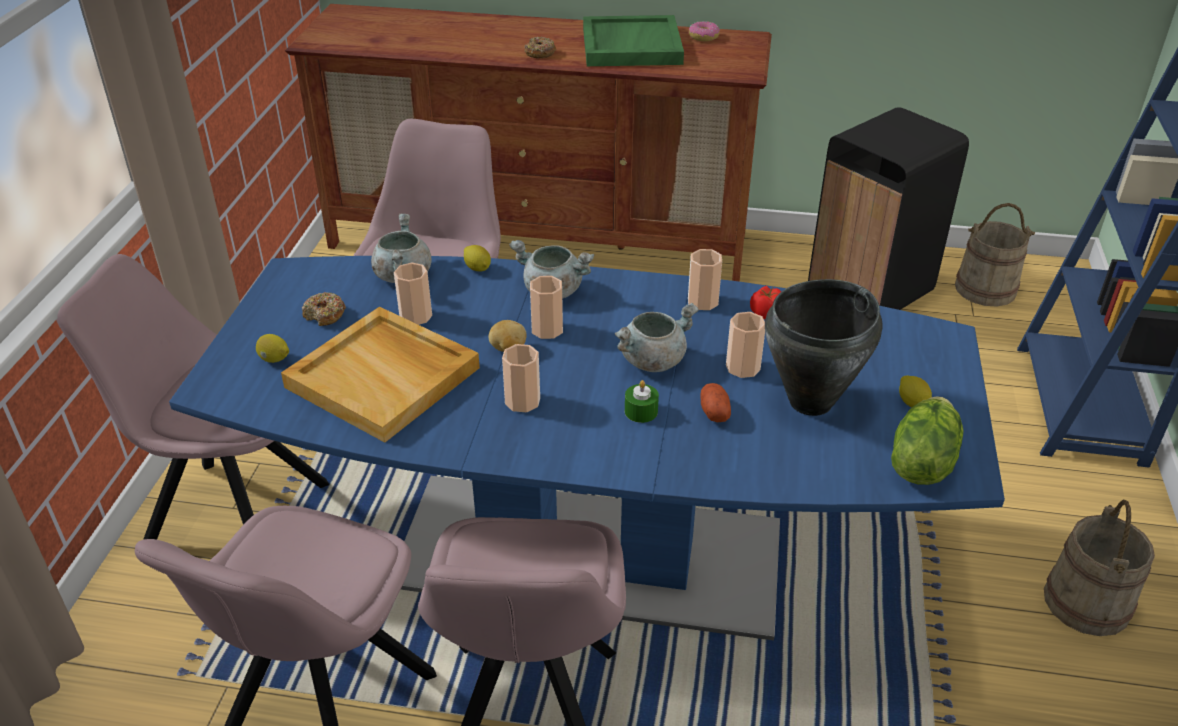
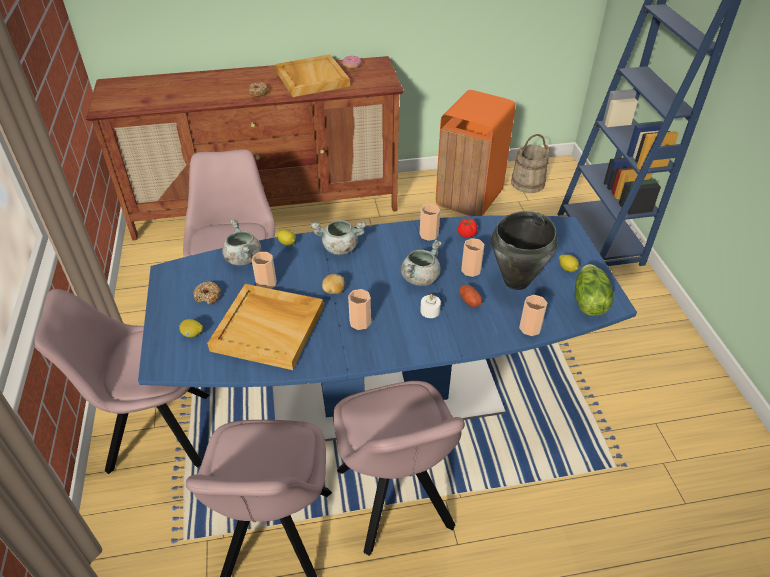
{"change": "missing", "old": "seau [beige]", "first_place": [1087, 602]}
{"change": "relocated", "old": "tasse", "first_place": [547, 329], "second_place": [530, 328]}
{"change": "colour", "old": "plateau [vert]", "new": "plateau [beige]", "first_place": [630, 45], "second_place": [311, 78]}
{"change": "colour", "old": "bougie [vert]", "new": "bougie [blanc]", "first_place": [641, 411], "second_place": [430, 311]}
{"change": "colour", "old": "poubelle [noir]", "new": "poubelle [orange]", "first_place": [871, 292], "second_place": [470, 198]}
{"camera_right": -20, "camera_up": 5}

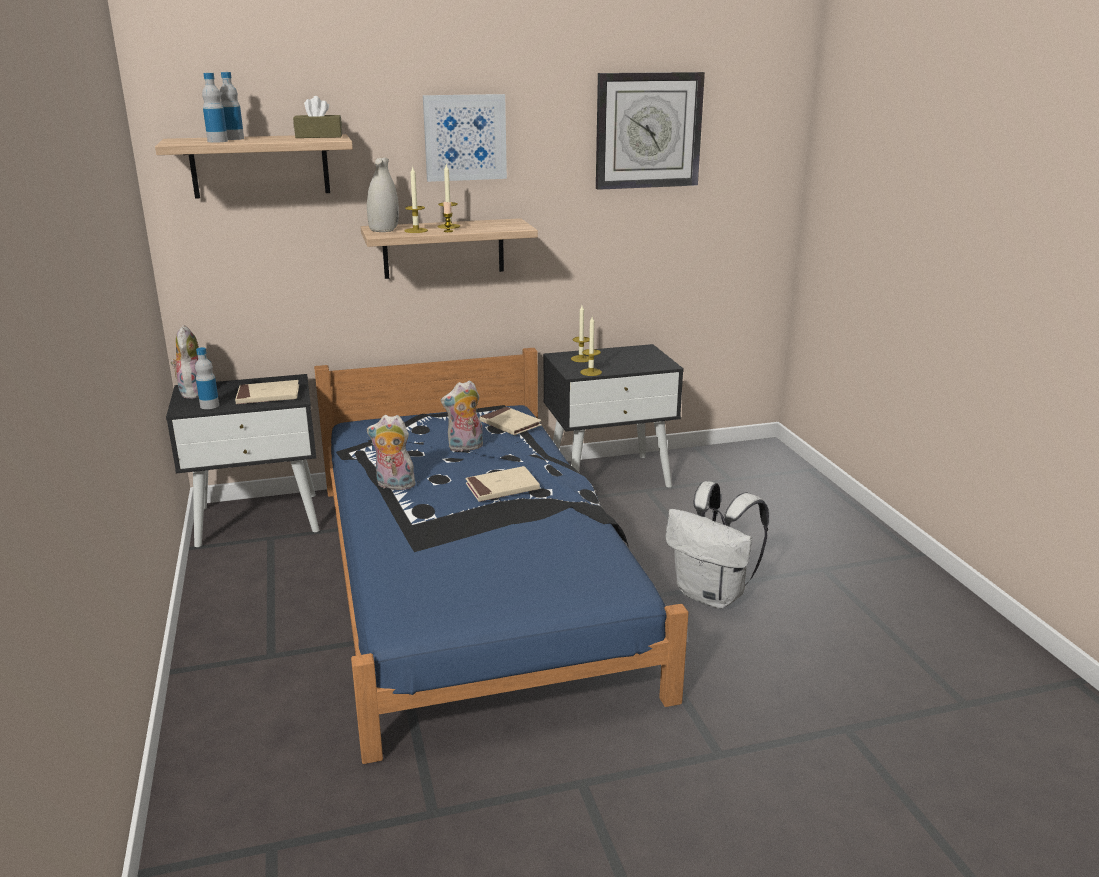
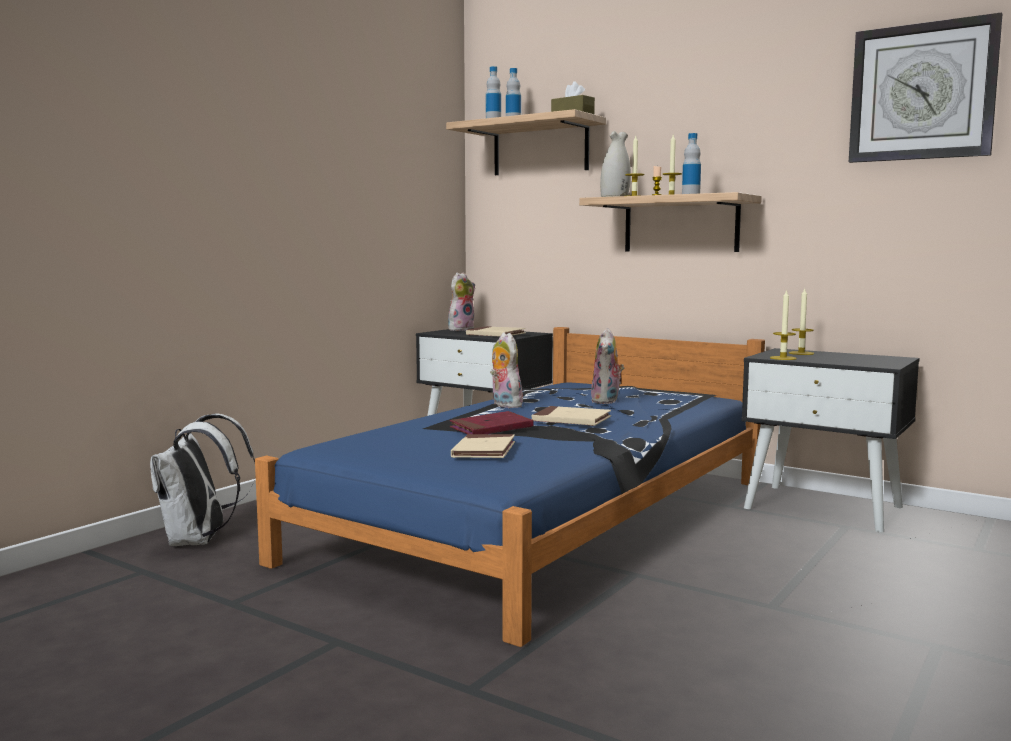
{"change": "missing", "old": "tableau", "first_place": [465, 137]}
{"change": "appeared", "new": "livre [rouge]", "second_place": [491, 428]}
{"change": "relocated", "old": "bouteille", "first_place": [209, 406], "second_place": [691, 194]}
{"change": "relocated", "old": "livre [beige]", "first_place": [510, 424], "second_place": [484, 451]}
{"change": "relocated", "old": "sac à dos [blanc]", "first_place": [712, 595], "second_place": [200, 541]}
{"change": "spun", "old": "peluche", "first_place": [465, 448], "second_place": [607, 401], "degrees": -105}
{"camera_right": 50, "camera_up": -15}

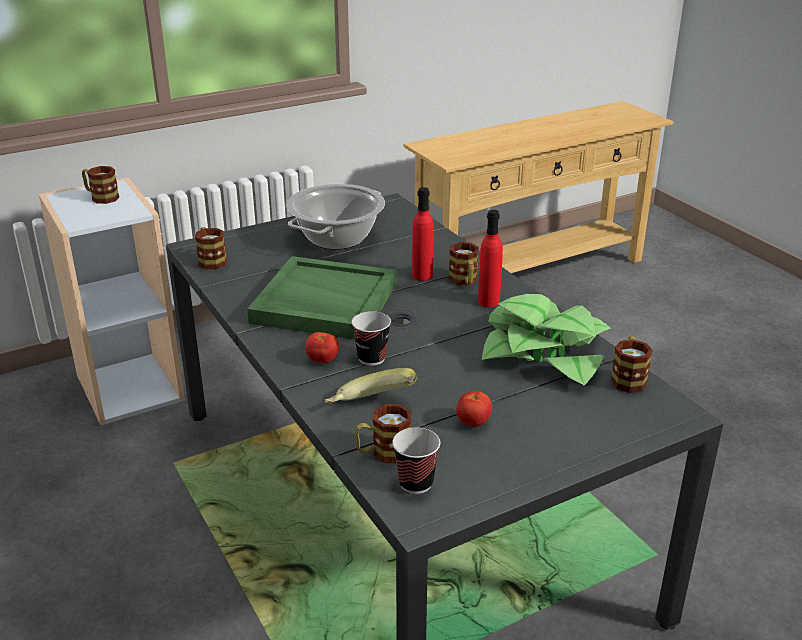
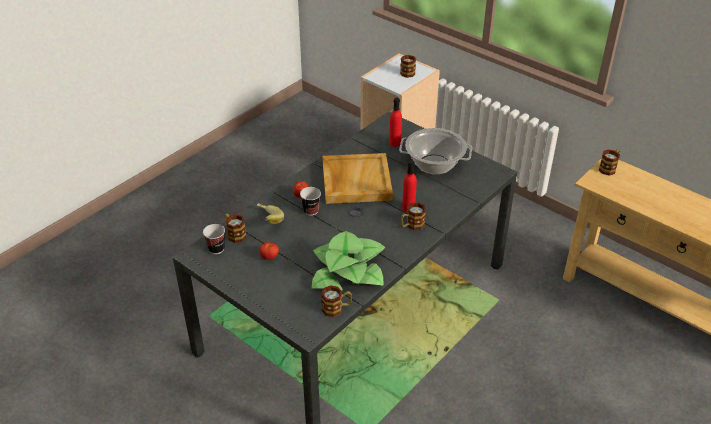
{"change": "relocated", "old": "mug", "first_place": [211, 260], "second_place": [609, 168]}
{"change": "relocated", "old": "bouteille [rouge]", "first_place": [488, 301], "second_place": [395, 143]}
{"change": "colour", "old": "plateau [vert]", "new": "plateau [beige]", "first_place": [323, 303], "second_place": [355, 180]}
{"camera_right": 70, "camera_up": 10}

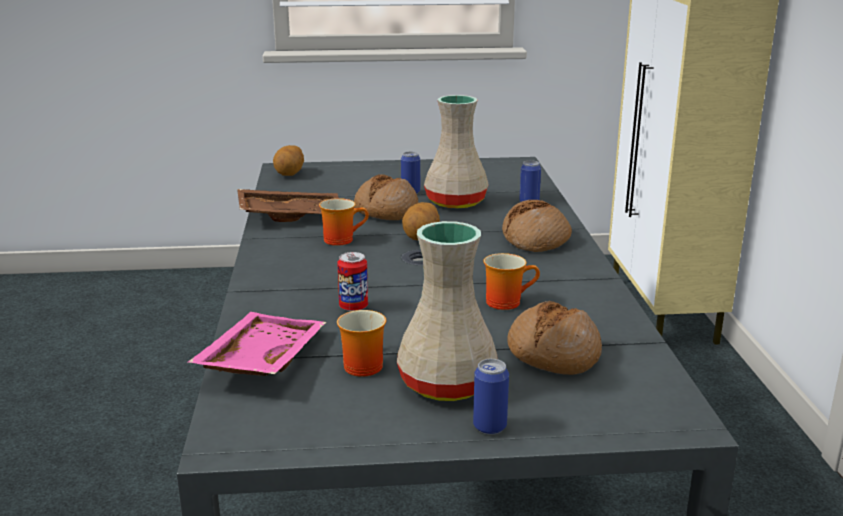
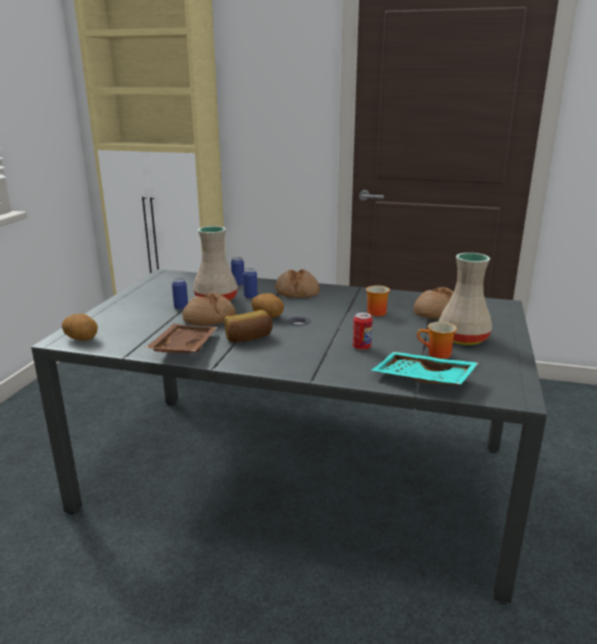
{"change": "relocated", "old": "boîte métallique", "first_place": [489, 426], "second_place": [250, 296]}
{"change": "exchanged", "old": "mug", "new": "pain", "first_place": [341, 239], "second_place": [248, 337]}
{"change": "colour", "old": "plateau [rose]", "new": "plateau [turquoise]", "first_place": [260, 360], "second_place": [422, 380]}
{"camera_right": -70, "camera_up": 0}

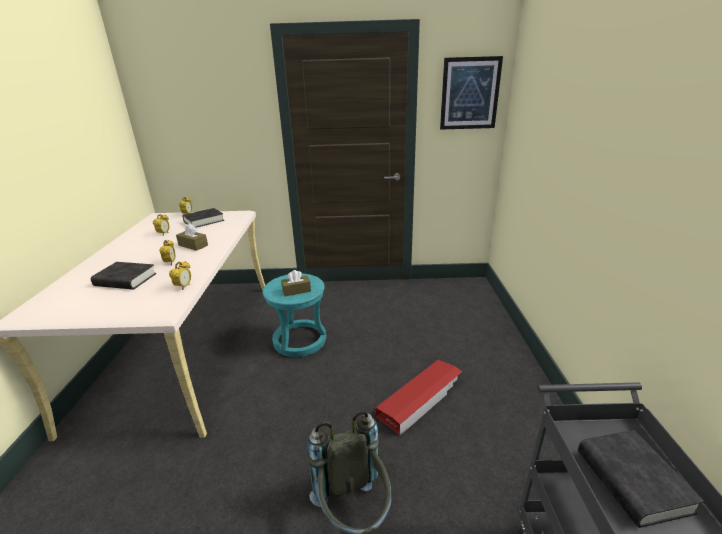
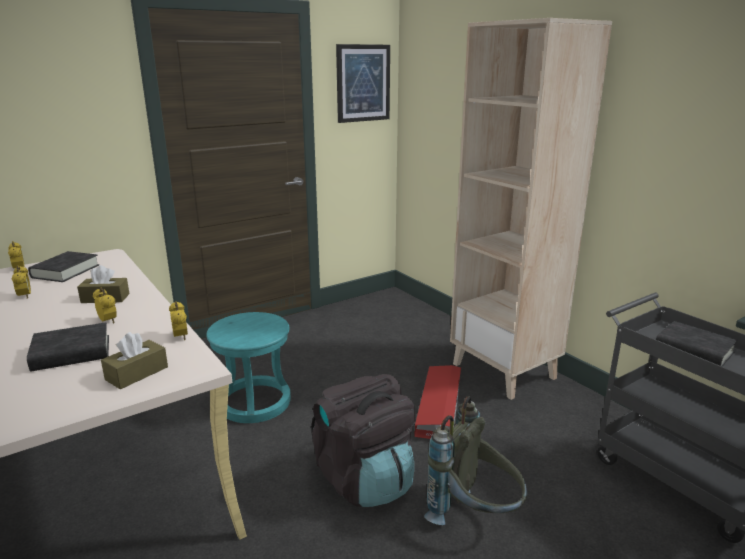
{"change": "appeared", "new": "sac à dos [noir]", "second_place": [364, 479]}
{"change": "appeared", "new": "bibliothèque [beige]", "second_place": [505, 371]}
{"change": "relocated", "old": "boîte à mouchoirs [marron]", "first_place": [296, 290], "second_place": [137, 373]}
{"camera_right": -35, "camera_up": -5}

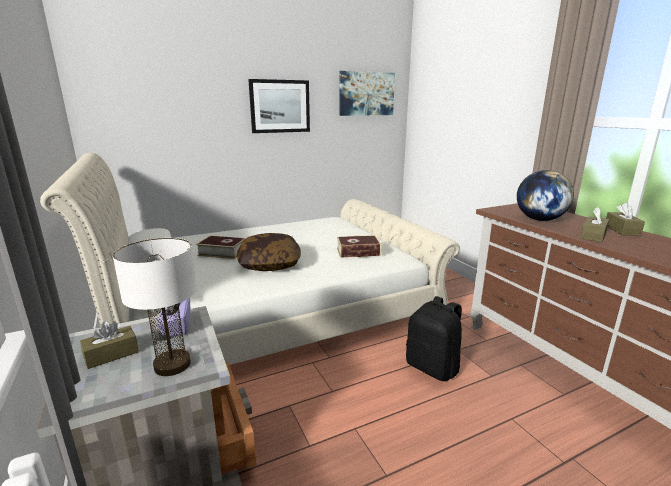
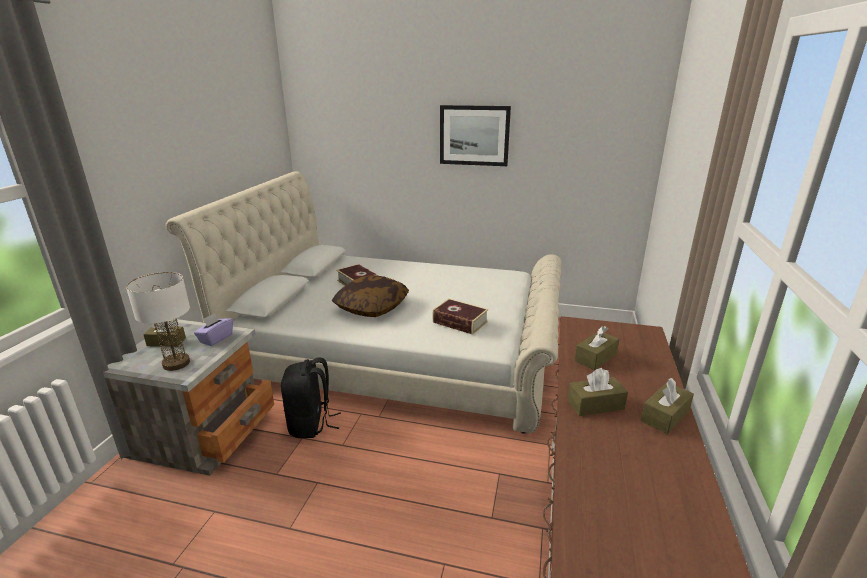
{"change": "missing", "old": "tableau", "first_place": [366, 94]}
{"change": "relocated", "old": "sac à dos [noir]", "first_place": [433, 367], "second_place": [311, 424]}
{"change": "exchanged", "old": "globe", "new": "boîte à mouchoirs [marron]", "first_place": [539, 219], "second_place": [595, 357]}
{"camera_right": 40, "camera_up": 5}

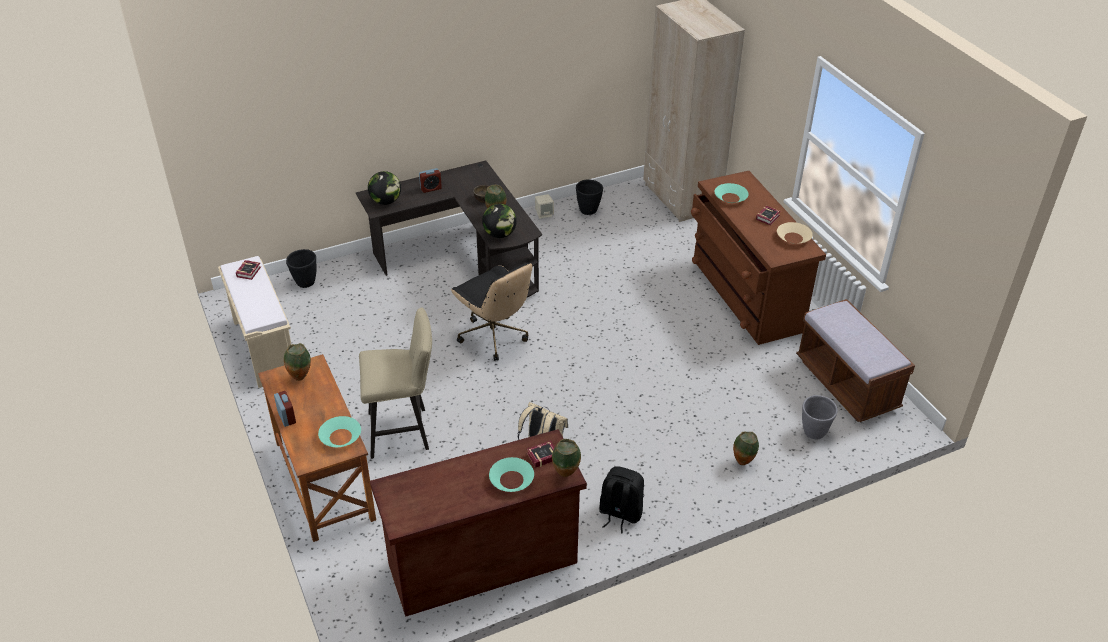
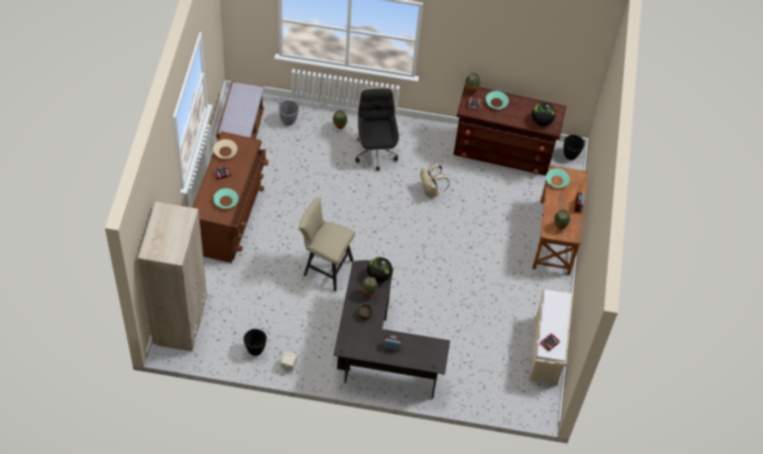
{"change": "missing", "old": "sac à dos [noir]", "first_place": [619, 514]}
{"change": "relocated", "old": "cache-pot [noir]", "first_place": [305, 283], "second_place": [570, 155]}
{"change": "relocated", "old": "tabouret [beige]", "first_place": [404, 431], "second_place": [325, 267]}
{"change": "relocated", "old": "globe", "first_place": [386, 201], "second_place": [541, 121]}
{"change": "relocated", "old": "chaise de bureau [noir]", "first_place": [494, 339], "second_place": [375, 151]}
{"camera_right": -150, "camera_up": 15}

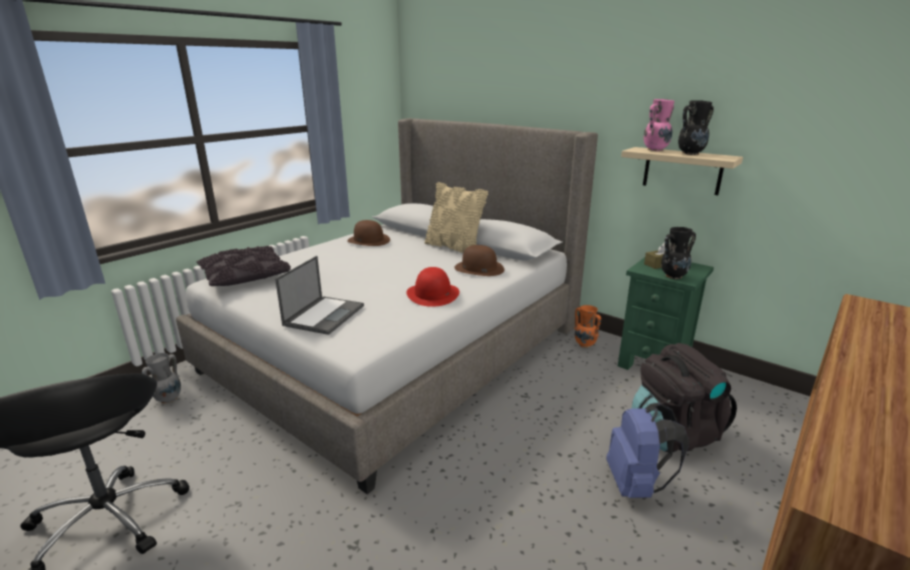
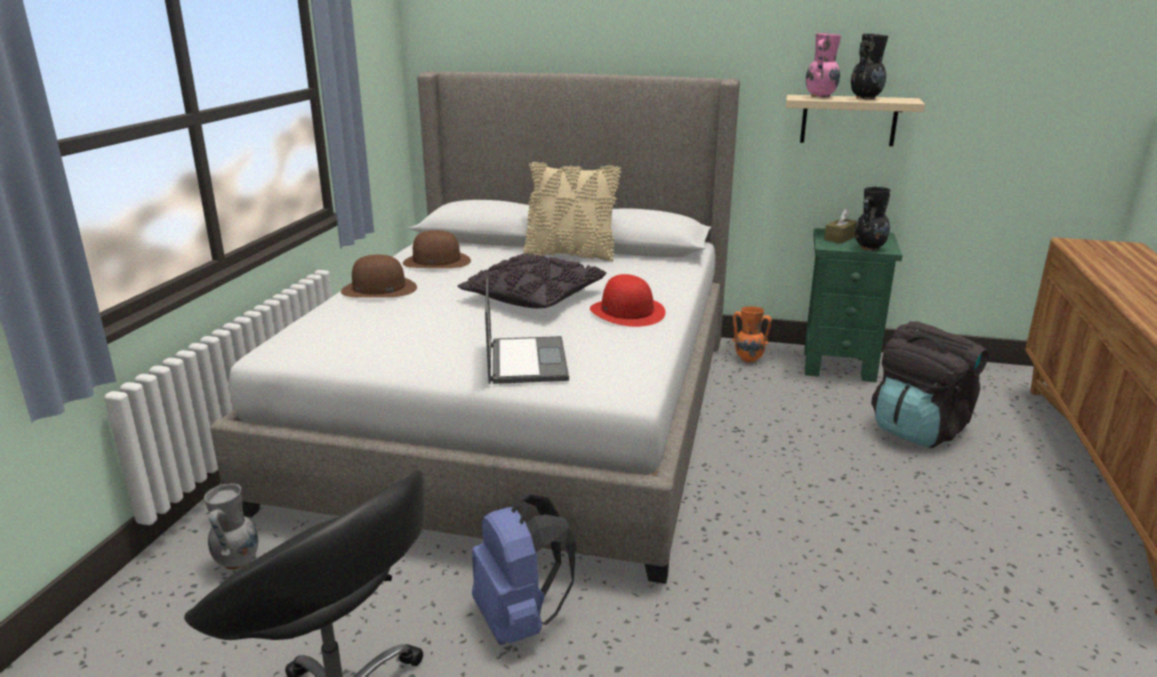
{"change": "relocated", "old": "coussin [noir]", "first_place": [245, 276], "second_place": [534, 297]}
{"change": "relocated", "old": "chapeau [marron]", "first_place": [479, 268], "second_place": [378, 289]}
{"change": "relocated", "old": "sac à dos [bleu]", "first_place": [636, 484], "second_place": [520, 621]}
{"camera_right": -25, "camera_up": 0}

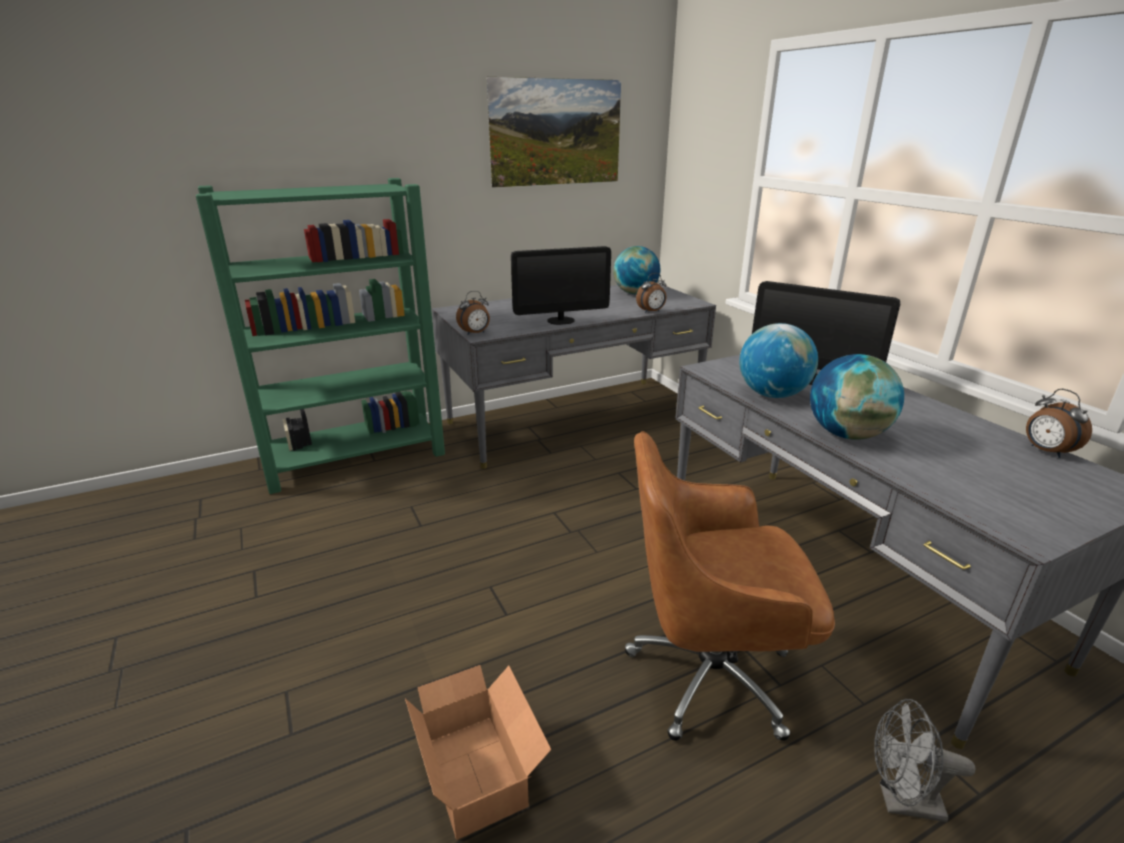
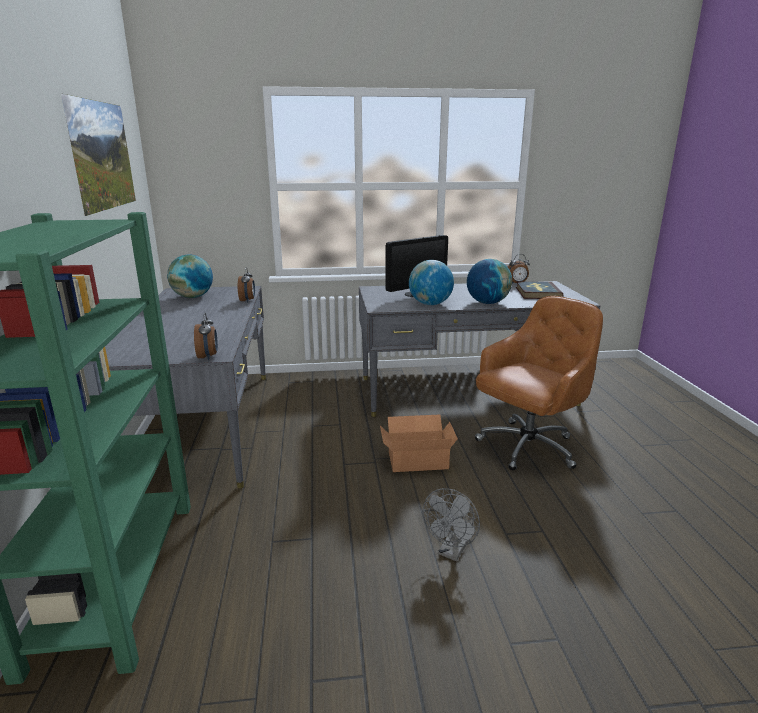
{"change": "missing", "old": "écran d'ordinateur", "first_place": [561, 320]}
{"change": "appeared", "new": "livre", "second_place": [537, 293]}
{"change": "relocated", "old": "carton", "first_place": [478, 769], "second_place": [416, 459]}
{"change": "relocated", "old": "ventilateur [gris]", "first_place": [901, 802], "second_place": [451, 552]}
{"change": "spun", "old": "chaise de bureau [marron]", "first_place": [709, 673], "second_place": [528, 447], "degrees": -150}
{"camera_right": -70, "camera_up": -5}

